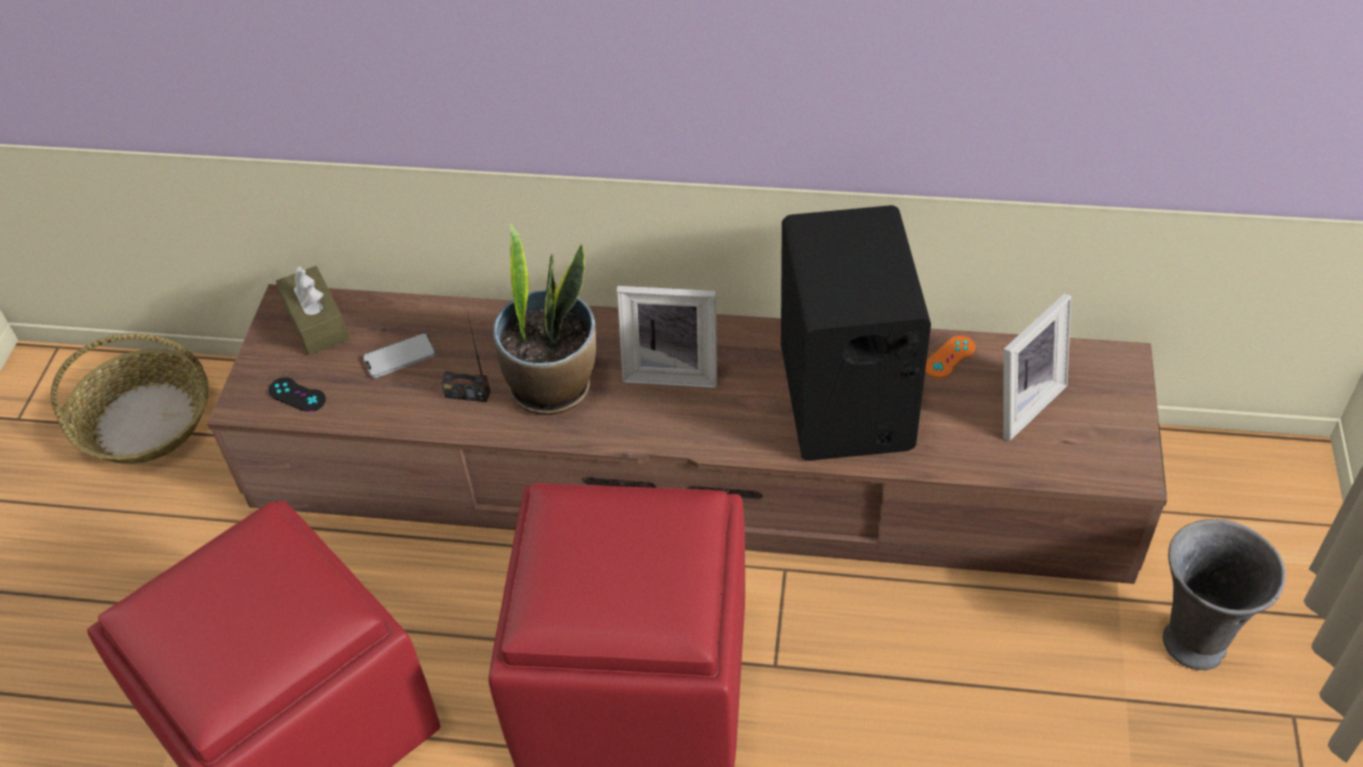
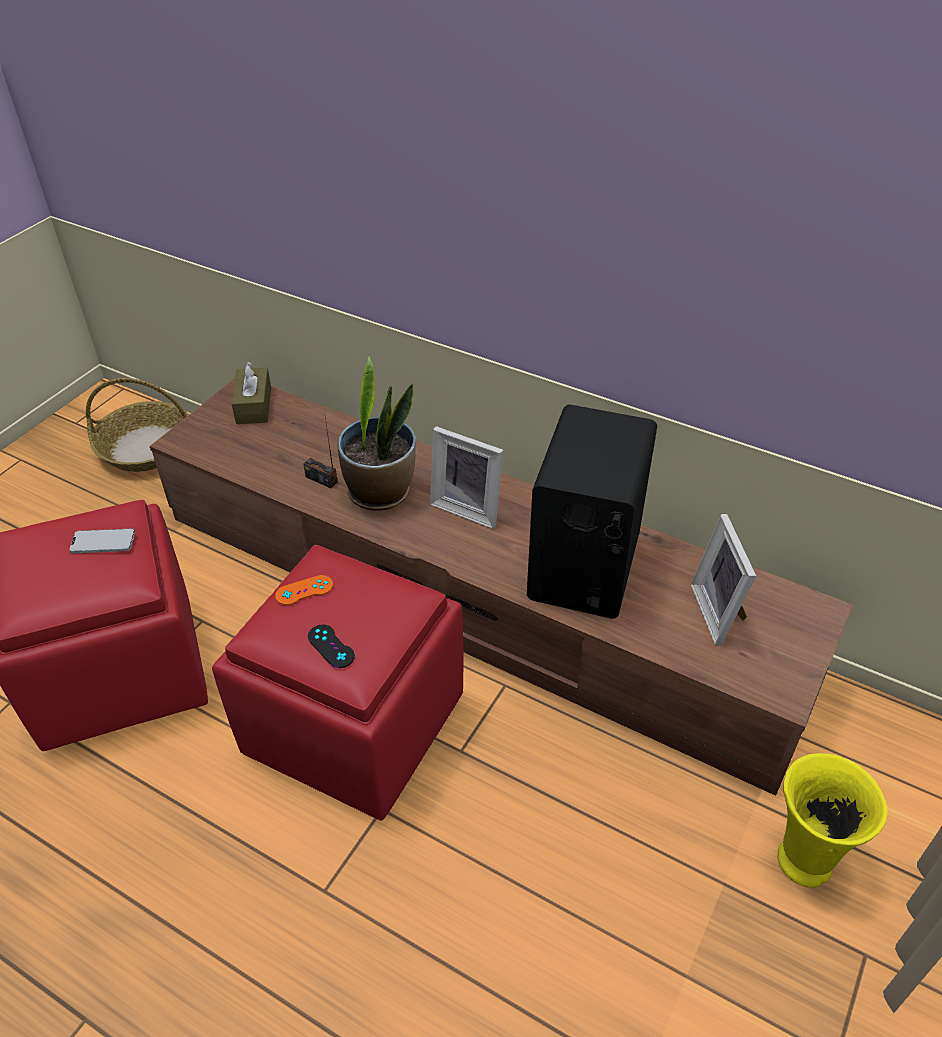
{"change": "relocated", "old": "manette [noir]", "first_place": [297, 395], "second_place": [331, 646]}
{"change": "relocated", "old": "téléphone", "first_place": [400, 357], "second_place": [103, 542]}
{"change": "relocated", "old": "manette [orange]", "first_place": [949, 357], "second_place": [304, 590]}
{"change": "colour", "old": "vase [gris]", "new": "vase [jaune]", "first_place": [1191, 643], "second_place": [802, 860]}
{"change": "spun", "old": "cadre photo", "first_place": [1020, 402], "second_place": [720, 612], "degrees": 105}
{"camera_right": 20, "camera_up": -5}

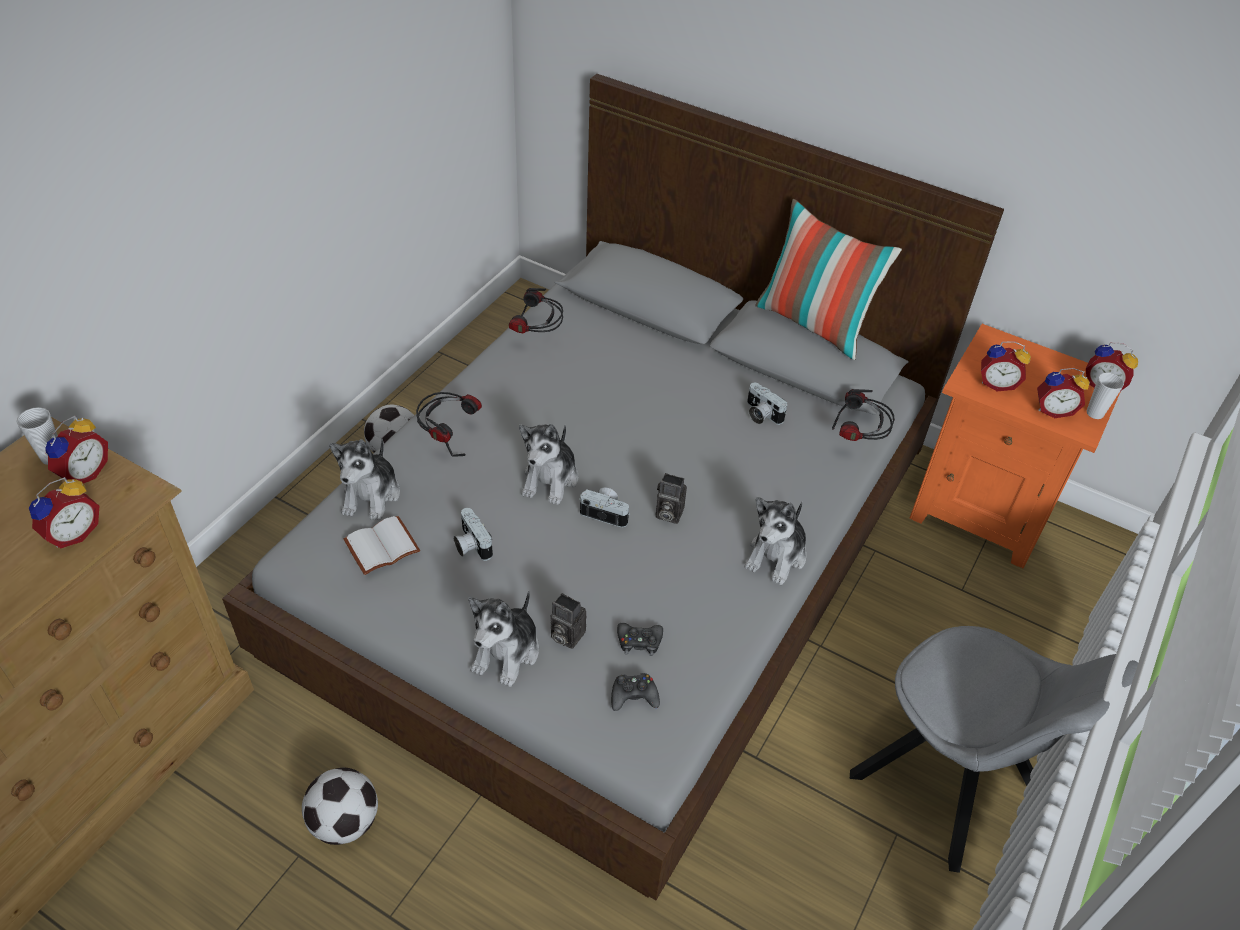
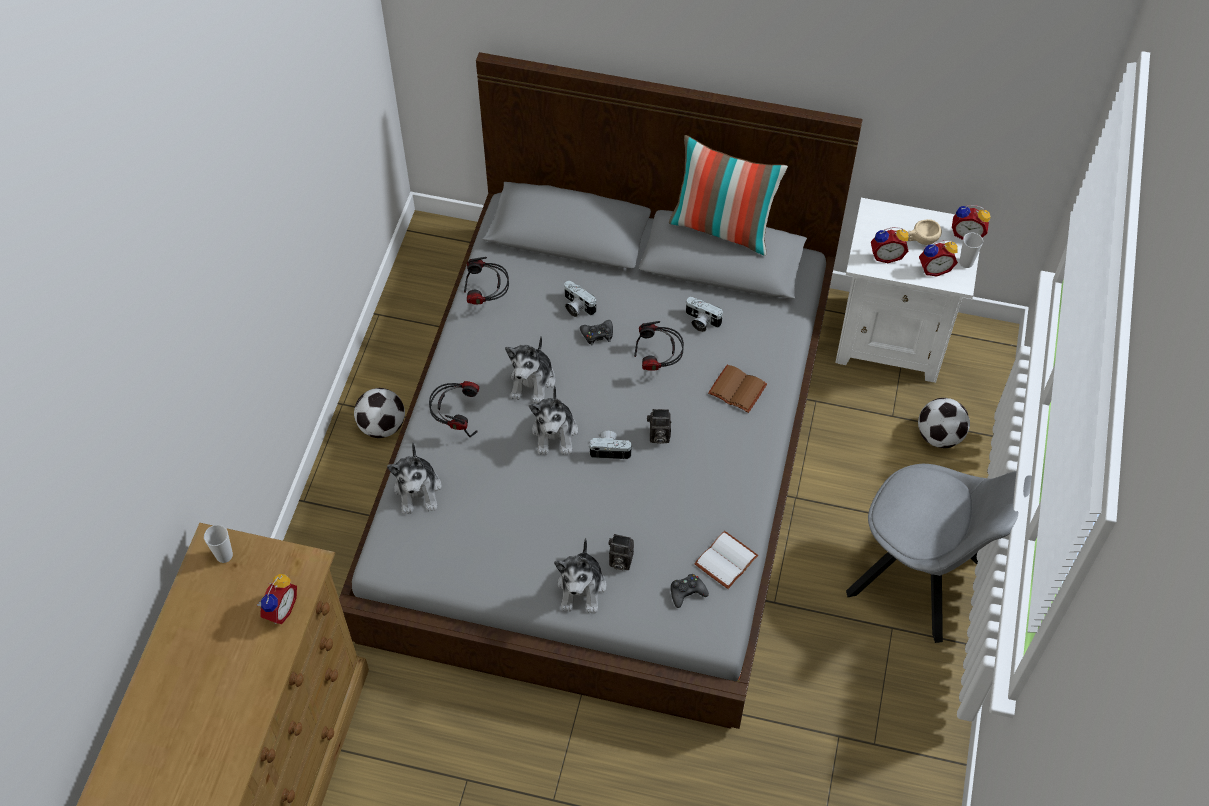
{"change": "missing", "old": "réveil", "first_place": [84, 473]}
{"change": "appeared", "new": "livre [marron]", "second_place": [736, 390]}
{"change": "appeared", "new": "tasse [beige]", "second_place": [921, 240]}
{"change": "relocated", "old": "ballon de foot", "first_place": [345, 821], "second_place": [939, 436]}
{"change": "relocated", "old": "livre [blanc]", "first_place": [381, 548], "second_place": [726, 562]}
{"change": "relocated", "old": "appareil photo", "first_place": [470, 545], "second_place": [576, 307]}
{"change": "relocated", "old": "manette [noir]", "first_place": [639, 641], "second_place": [597, 334]}
{"change": "relocated", "old": "peluche", "first_place": [776, 556], "second_place": [532, 381]}
{"change": "relocated", "old": "casque audio", "first_place": [858, 441], "second_place": [658, 363]}
{"change": "colour", "old": "table de chevet [orange]", "new": "table de chevet [blanc]", "first_place": [981, 514], "second_place": [892, 342]}
{"camera_right": -15, "camera_up": 10}

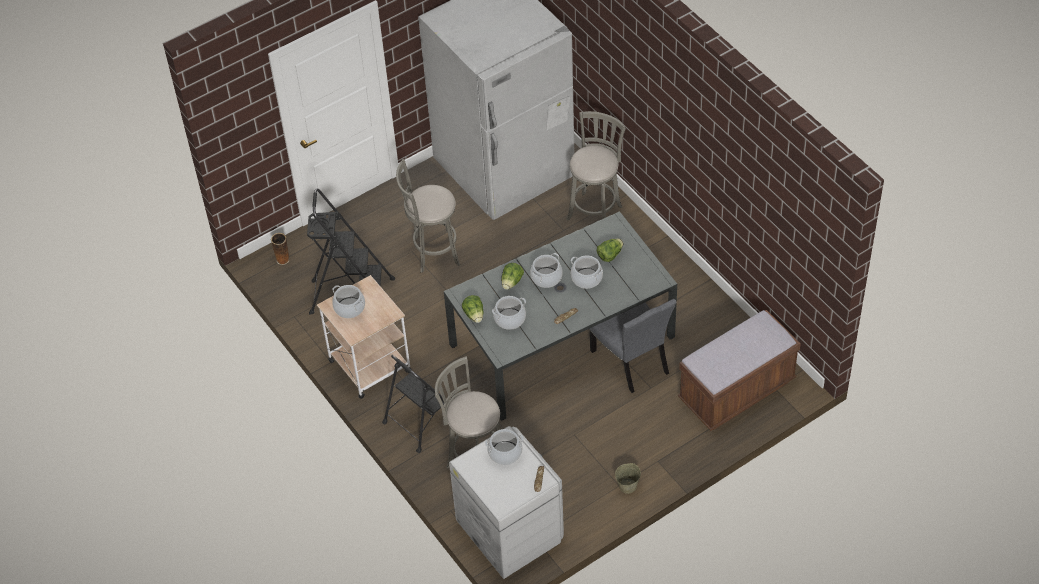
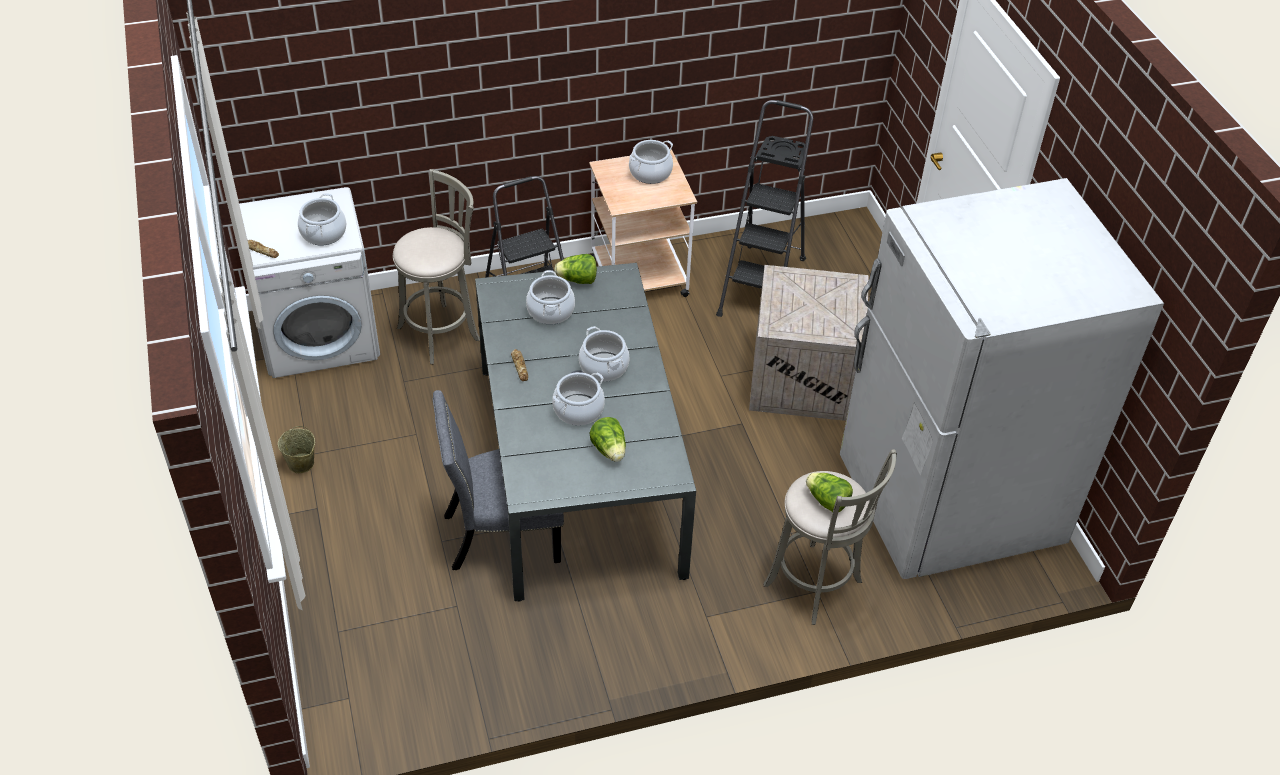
{"change": "missing", "old": "vase", "first_place": [283, 260]}
{"change": "missing", "old": "banc [marron]", "first_place": [736, 391]}
{"change": "relocated", "old": "laitue", "first_place": [511, 282], "second_place": [827, 501]}
{"change": "exchanged", "old": "tabouret [gris]", "new": "caisse", "first_place": [433, 253], "second_place": [804, 377]}
{"camera_right": 105, "camera_up": -5}

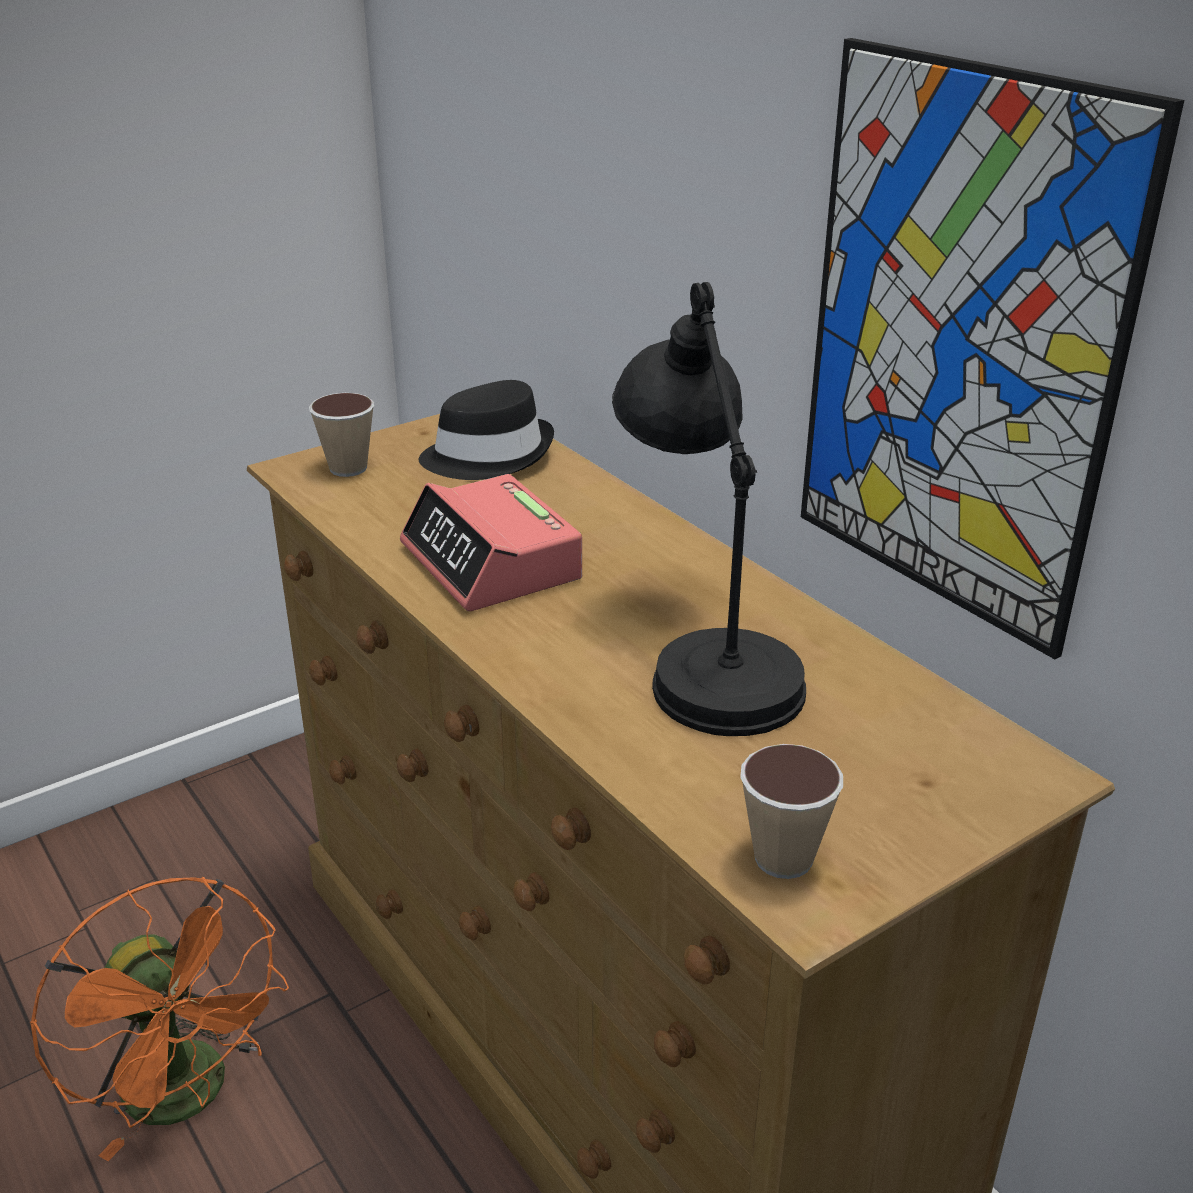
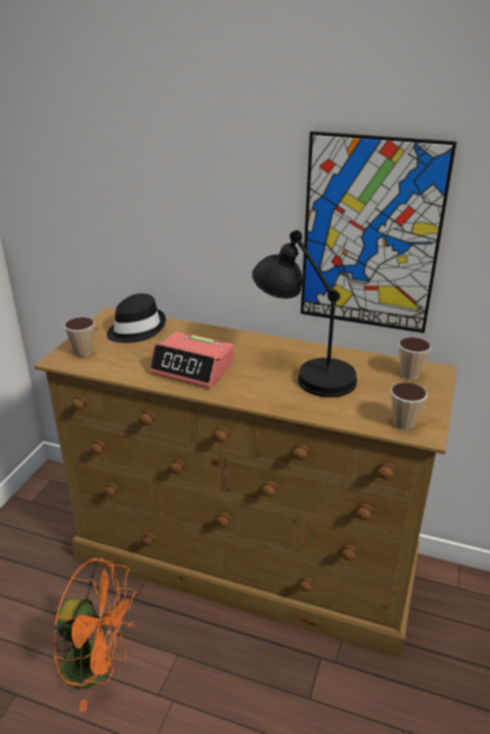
{"change": "appeared", "new": "tasse", "second_place": [409, 374]}
{"camera_right": -35, "camera_up": 0}

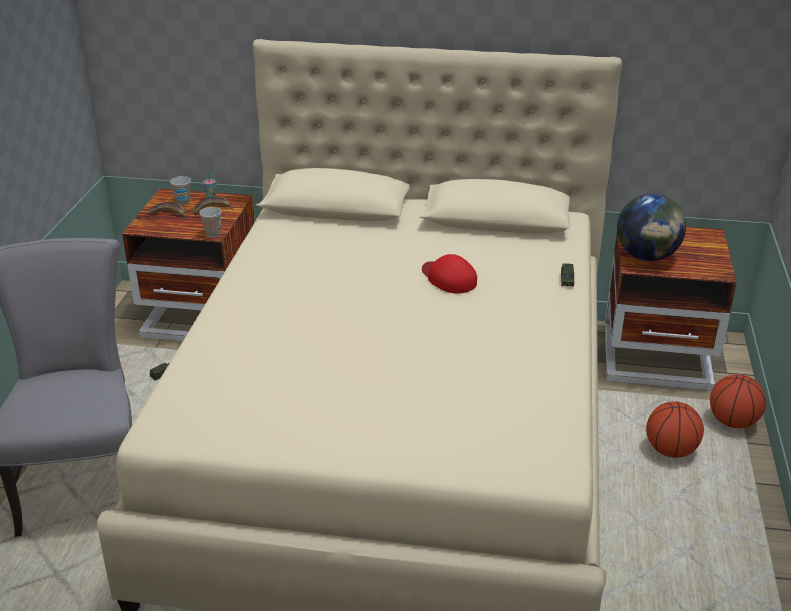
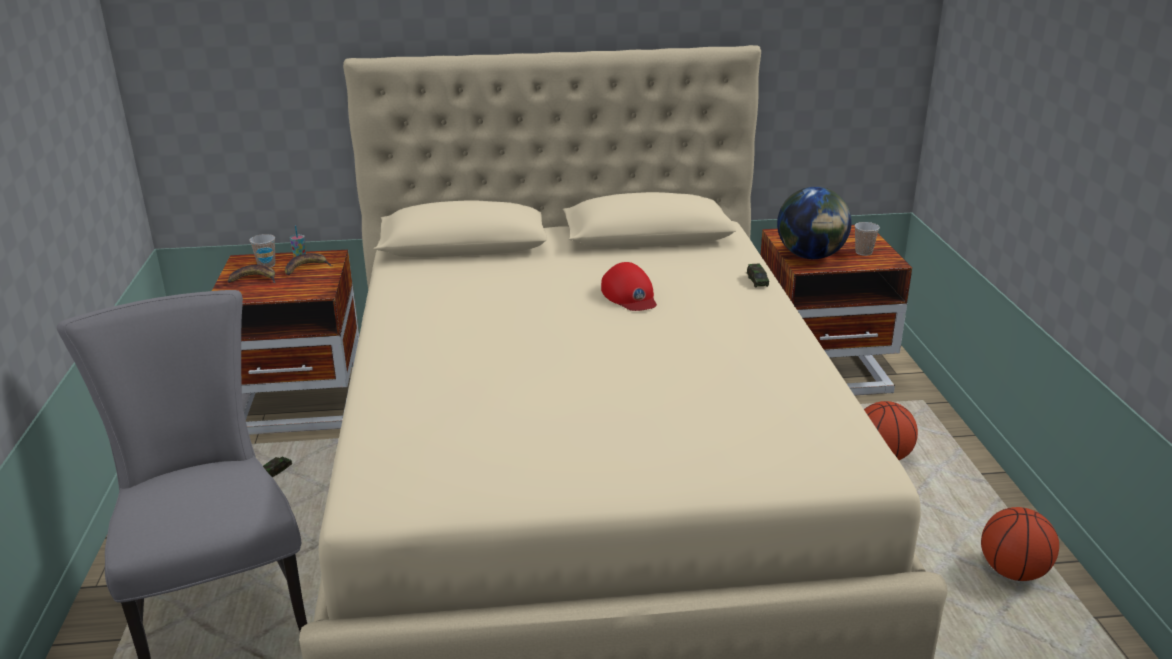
{"change": "relocated", "old": "tasse", "first_place": [212, 234], "second_place": [863, 252]}
{"change": "relocated", "old": "ballon de basket", "first_place": [732, 422], "second_place": [1012, 572]}
{"change": "spun", "old": "casquette [rouge]", "first_place": [448, 278], "second_place": [630, 295], "degrees": -150}
{"camera_right": -15, "camera_up": -5}

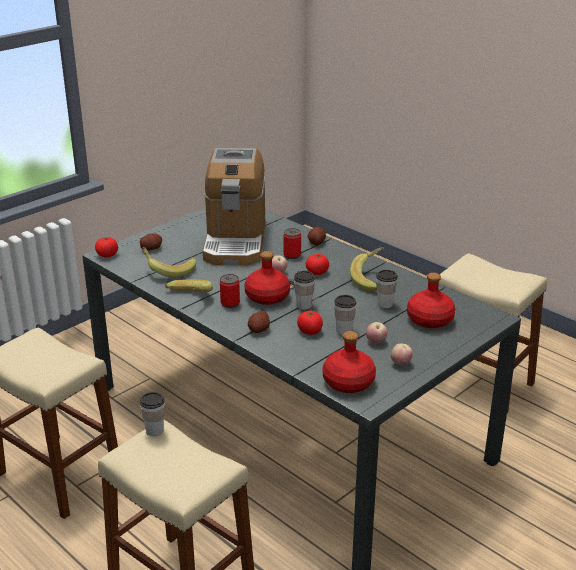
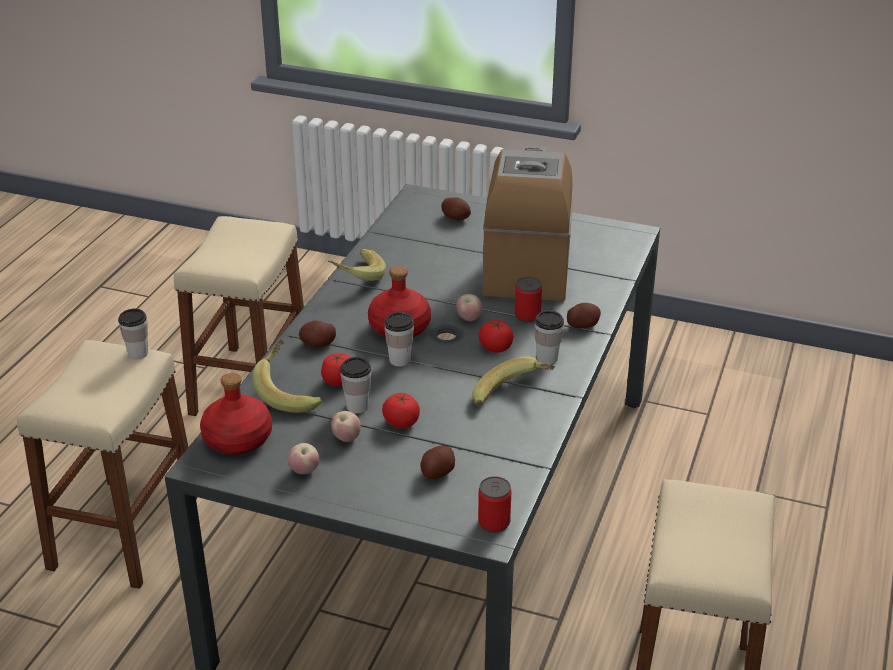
{"change": "relocated", "old": "tomate", "first_place": [107, 255], "second_place": [401, 422]}
{"change": "relocated", "old": "banane", "first_place": [169, 271], "second_place": [290, 392]}
{"change": "relocated", "old": "boîte métallique", "first_place": [230, 303], "second_place": [494, 523]}
{"change": "relocated", "old": "tasse", "first_place": [385, 304], "second_place": [547, 358]}
{"change": "exchanged", "old": "bouteille [rouge]", "new": "pomme de terre", "first_place": [430, 319], "second_place": [437, 472]}
{"change": "spun", "old": "machine à café", "first_place": [235, 241], "second_place": [527, 265], "degrees": 120}
{"camera_right": 65, "camera_up": 5}

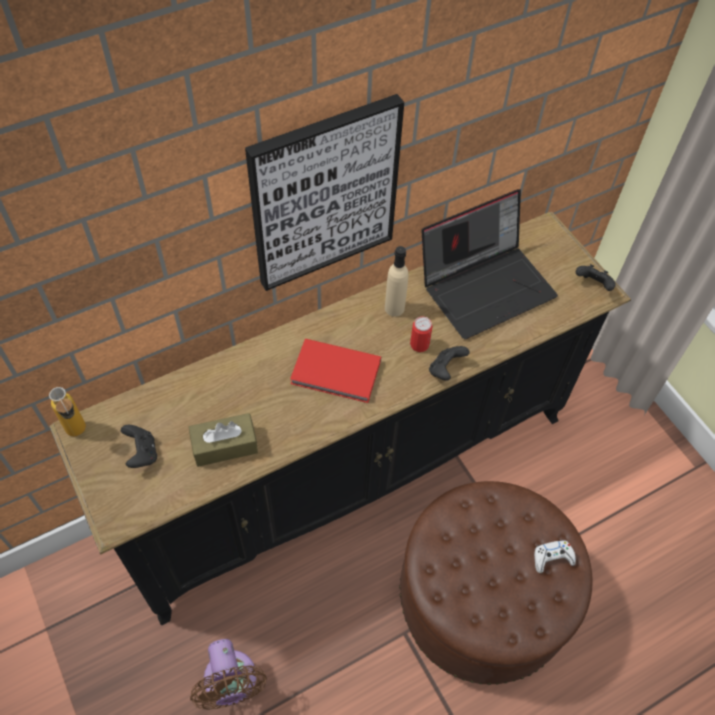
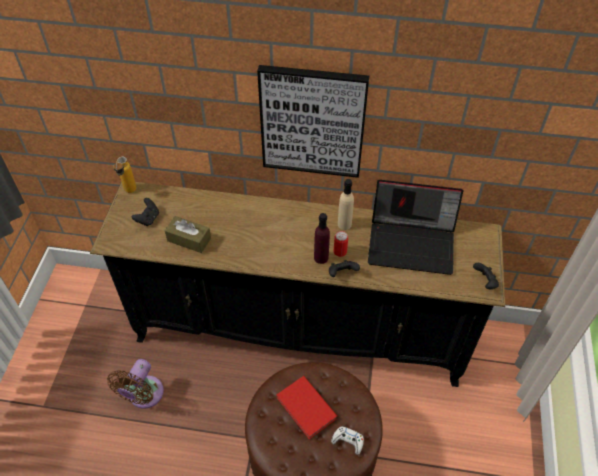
{"change": "appeared", "new": "bouteille [violet]", "second_place": [321, 257]}
{"change": "relocated", "old": "livre [rouge]", "first_place": [336, 374], "second_place": [305, 409]}
{"camera_right": 40, "camera_up": -5}

